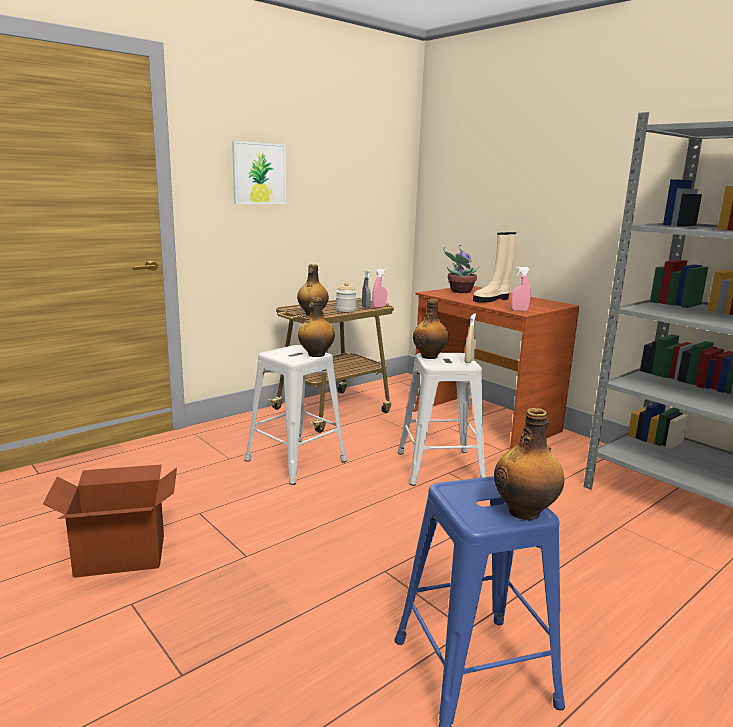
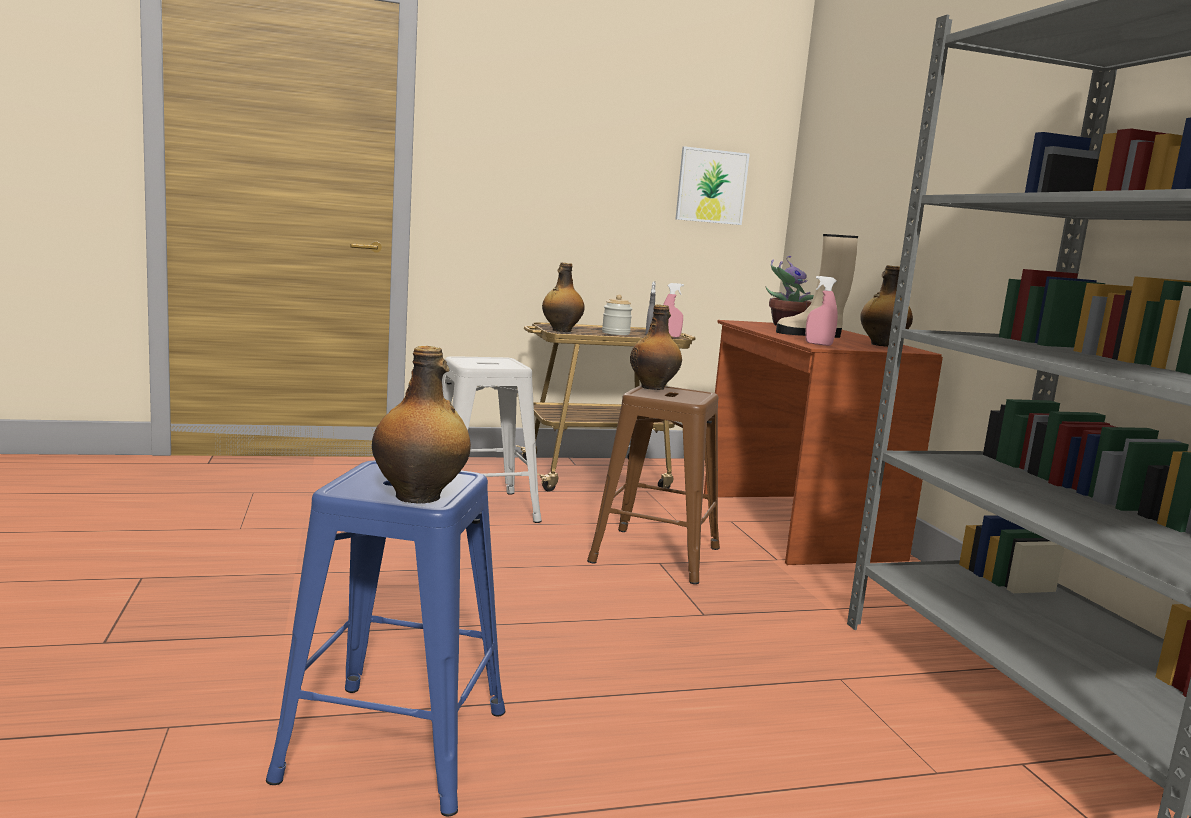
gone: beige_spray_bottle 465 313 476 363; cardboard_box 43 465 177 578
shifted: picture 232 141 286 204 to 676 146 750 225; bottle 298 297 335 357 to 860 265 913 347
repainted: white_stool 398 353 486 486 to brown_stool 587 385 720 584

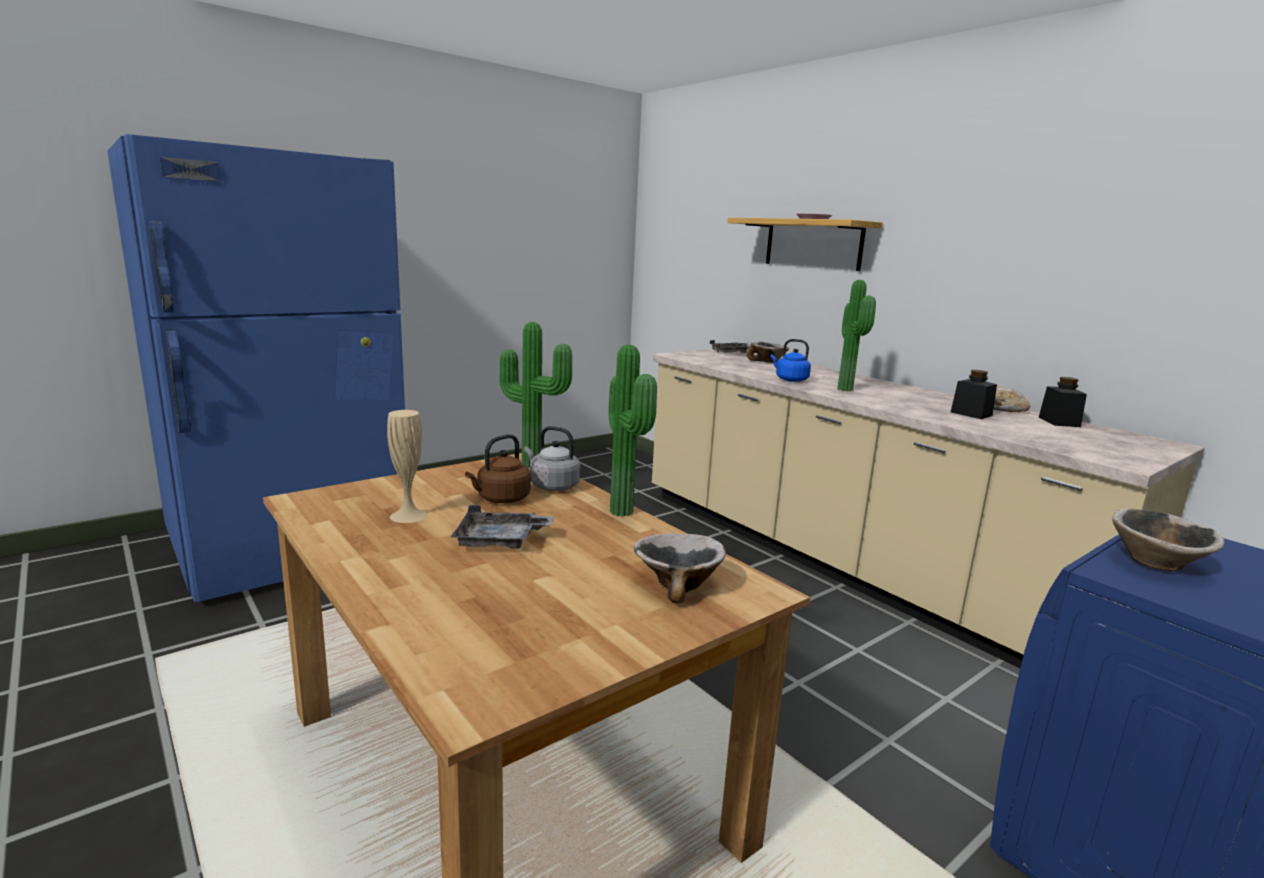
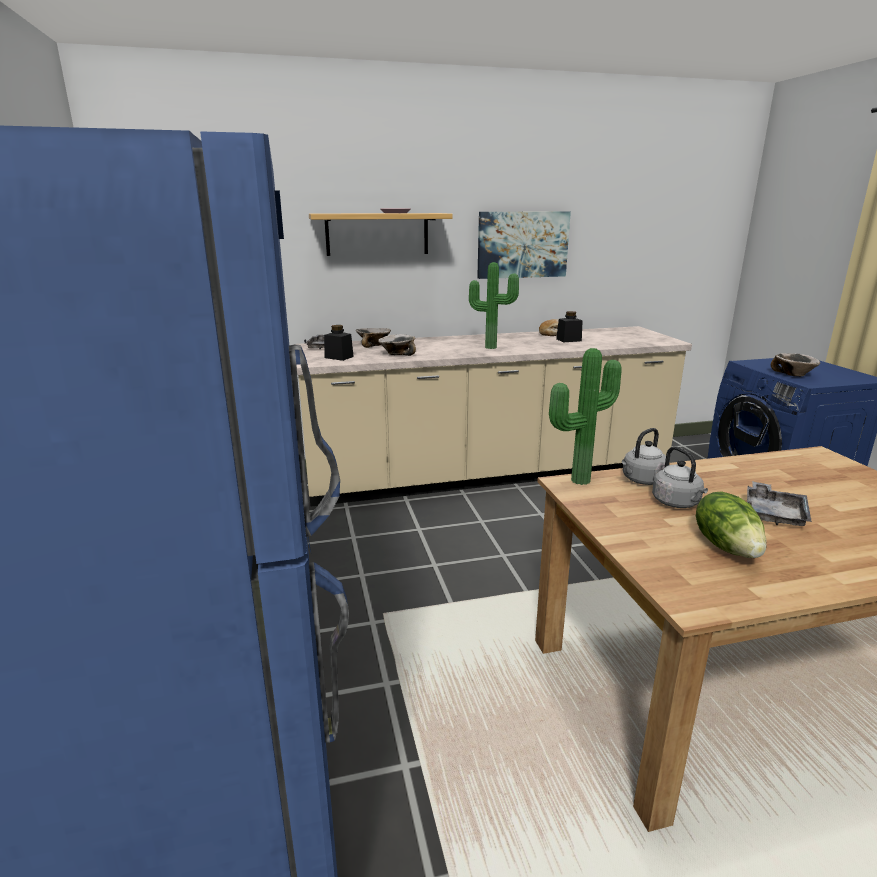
gone: blue_kettle 771 339 811 382; potted_plant 608 345 657 517
new: picture 477 212 571 279
shifted: black_jar 1038 377 1087 427 to 324 325 354 361; bowl 633 533 726 604 to 378 334 416 356
swapped: beige_vase 387 410 427 523 to lettuce 696 491 767 558
repainted: brown_kettle 465 434 531 503 to grey_kettle 652 446 708 508

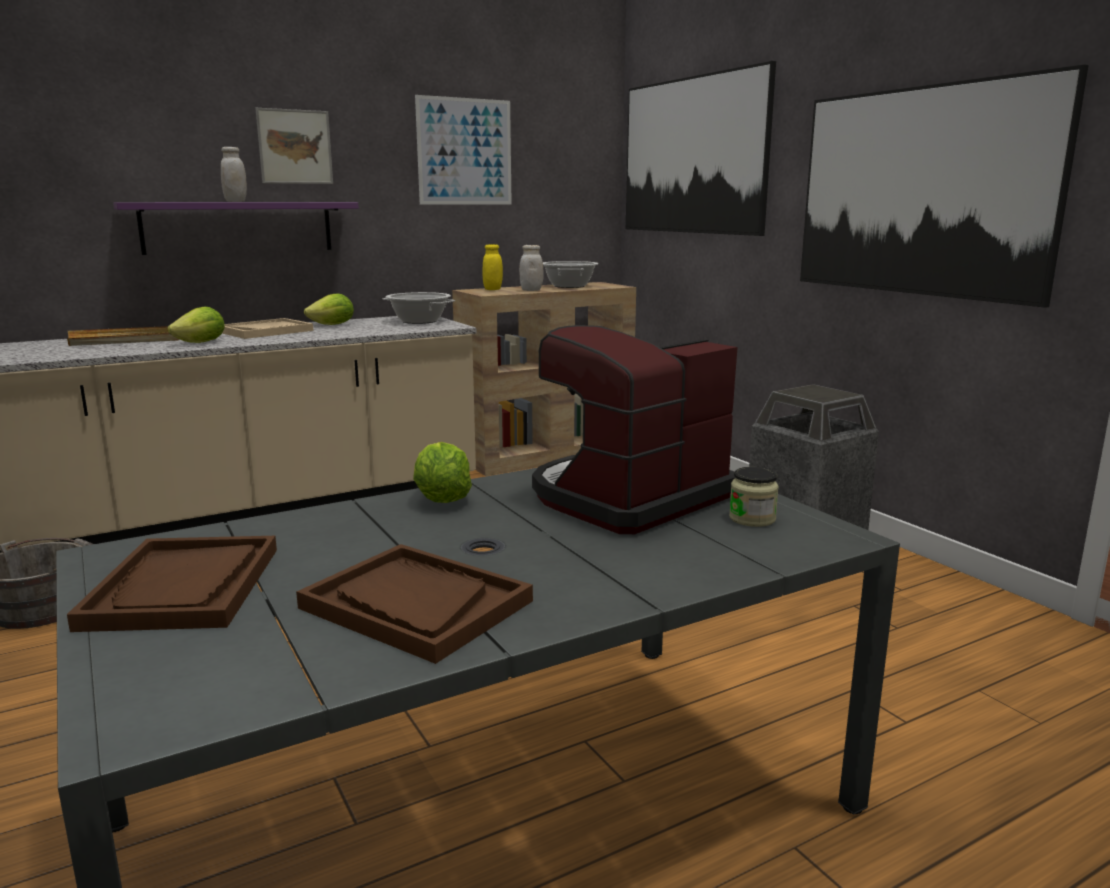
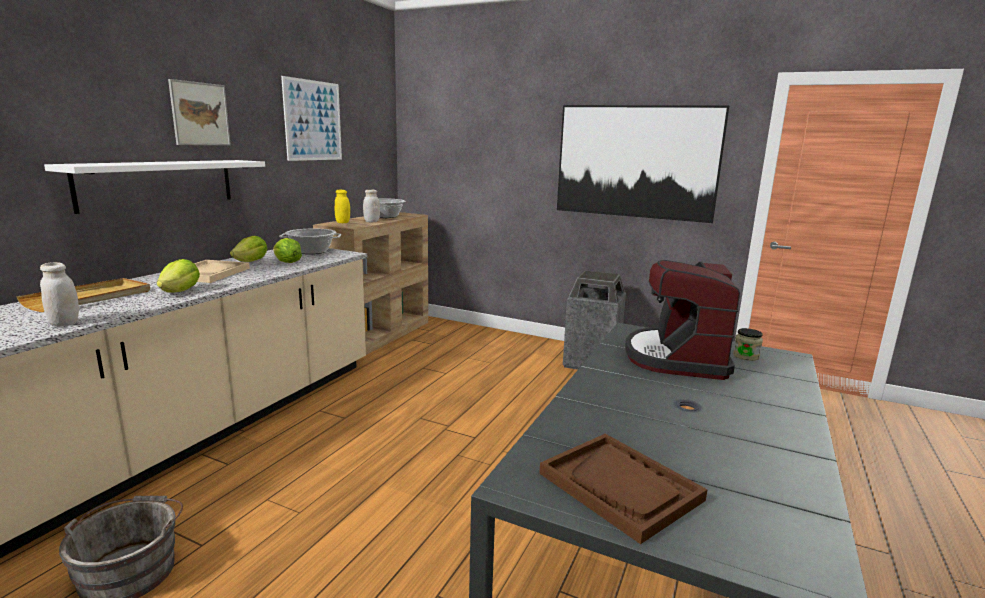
gone: picture 626 61 776 236; brown_tray 296 544 533 664
shifted: white_jar 221 147 247 202 to 40 262 79 326; lettuce 413 442 472 503 to 273 238 302 263
repainted: purple_shelf 113 202 359 255 to white_shelf 44 160 265 214

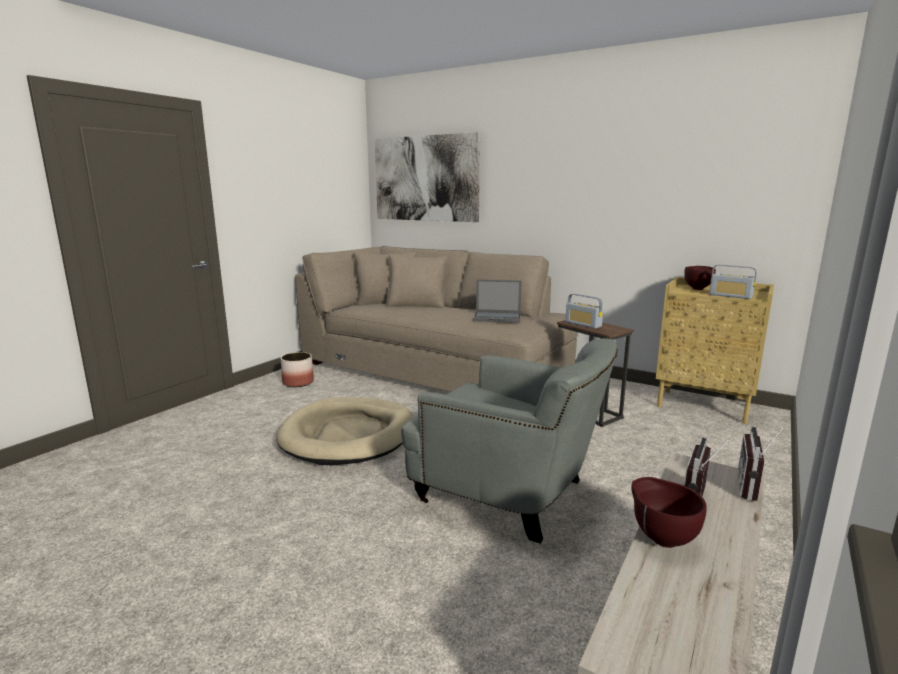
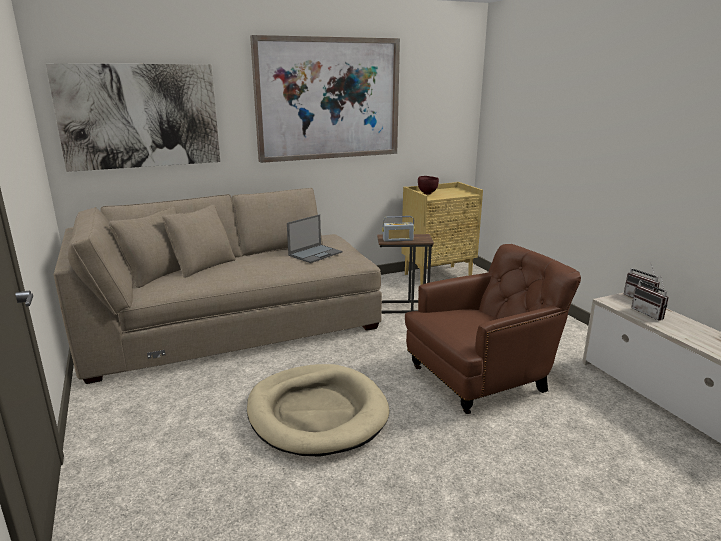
gone: radio 709 265 757 299; planter 281 352 314 387; brown_bowl 631 477 706 548
new: picture 250 35 400 163
repainted: grey_armchair 401 338 618 543 to brown_armchair 405 244 581 414

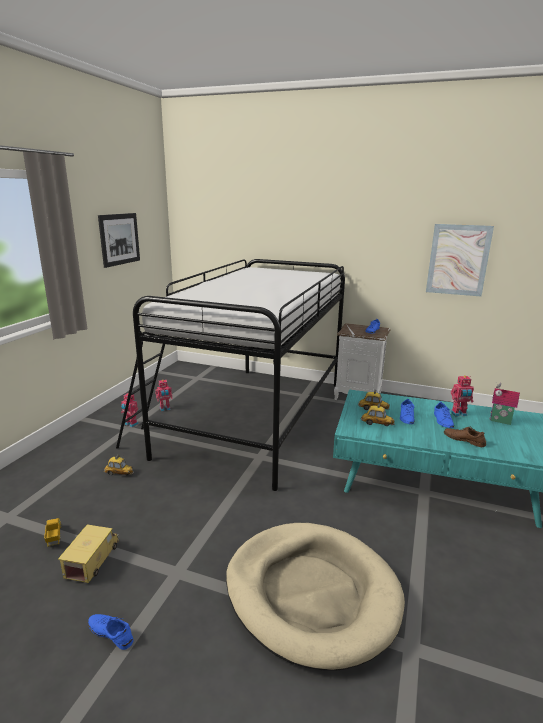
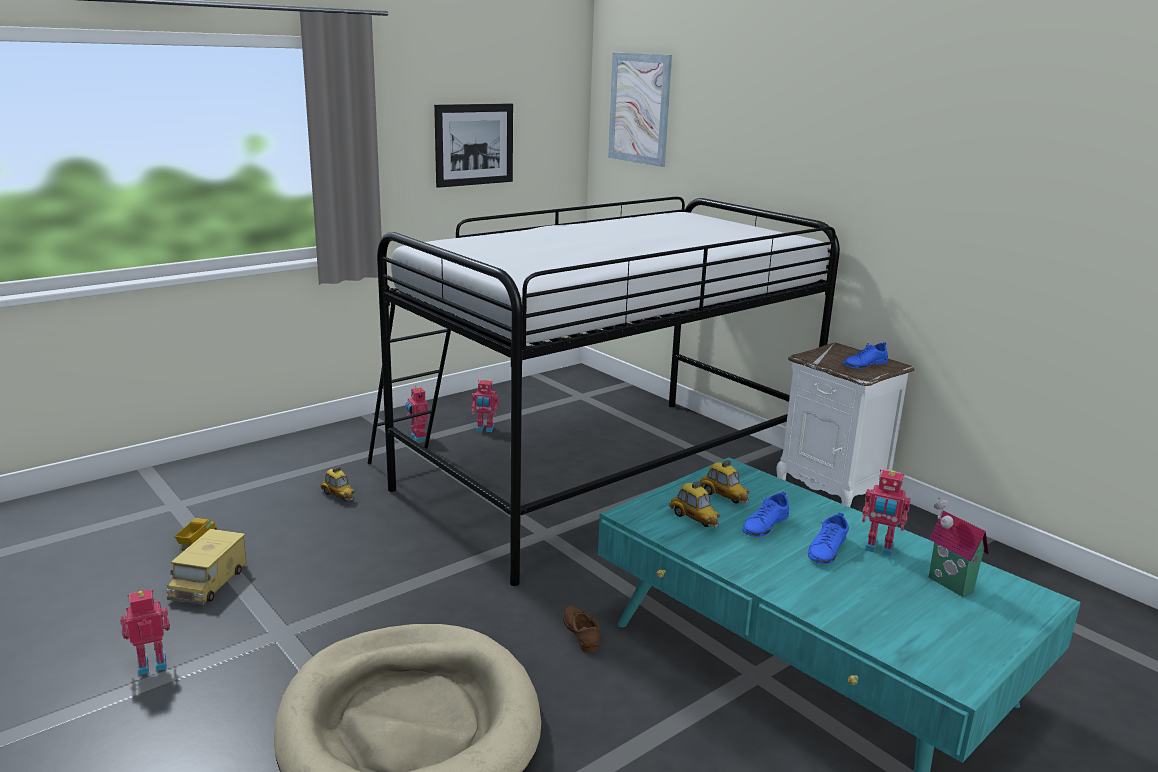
shifted: picture 426 224 494 296 to 608 53 672 167; brown_shoe 444 427 486 447 to 563 606 600 652
swapped: blue_shoe 88 614 134 650 to toy_robot 120 589 170 675
rotated: toy_truck 58 524 119 583 = 166 529 247 605 150 degrees clockwise

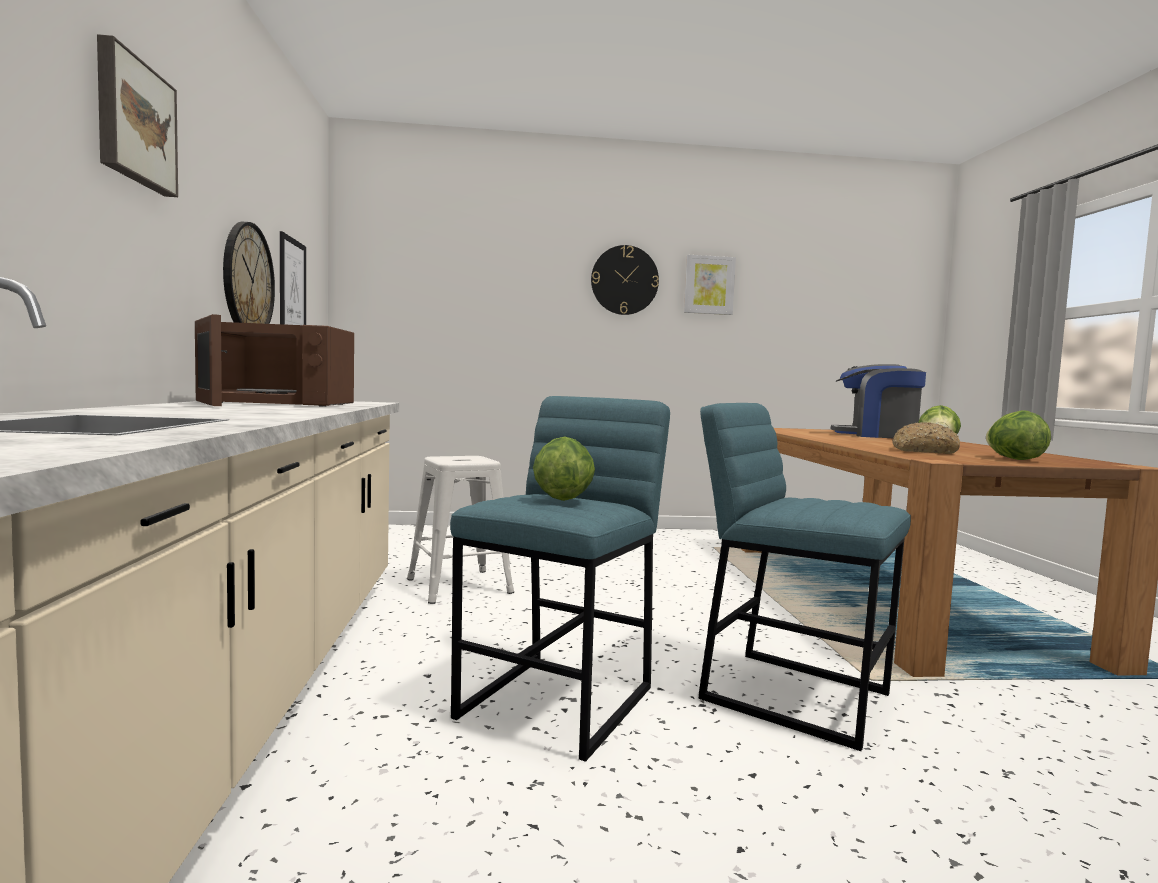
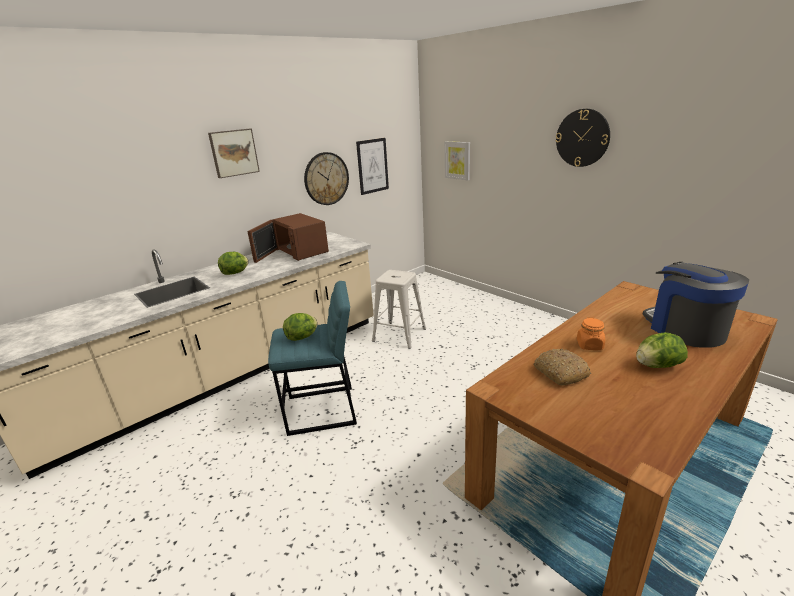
gone: blue_stool 699 403 911 751
new: orange_jar 577 317 605 350
shifted: picture 684 255 736 315 to 444 141 470 180; lettuce 986 410 1051 460 to 218 252 249 275

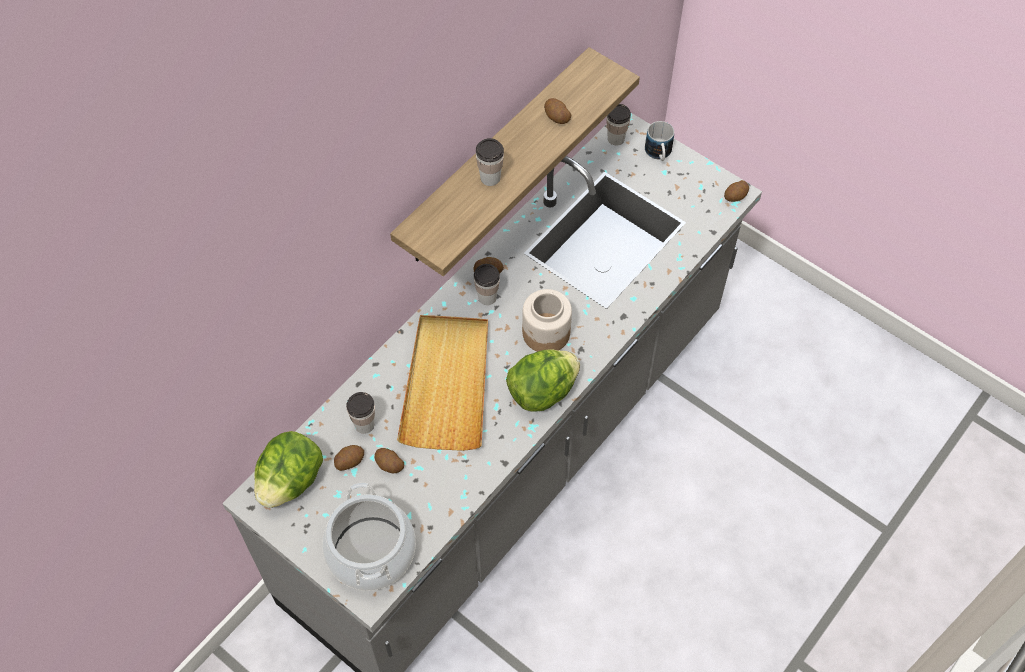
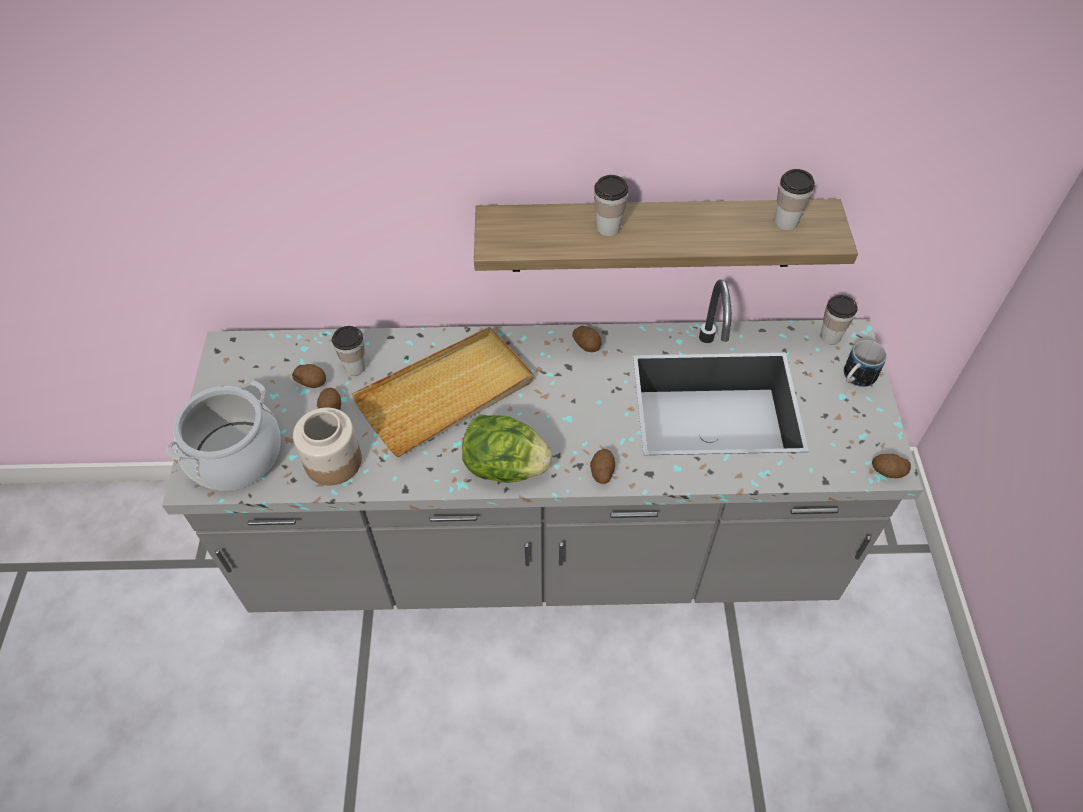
gone: lettuce 254 431 323 508
shifted: potato 544 98 571 124 to 590 449 615 484; cup 474 264 500 305 to 774 169 815 230; jar 522 289 572 352 to 293 407 362 485

